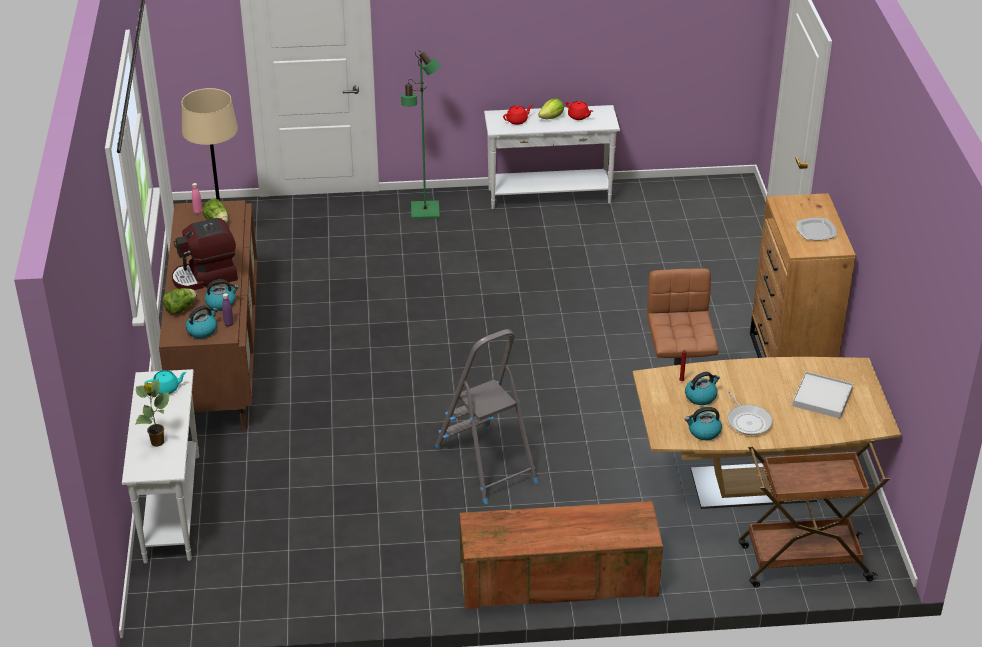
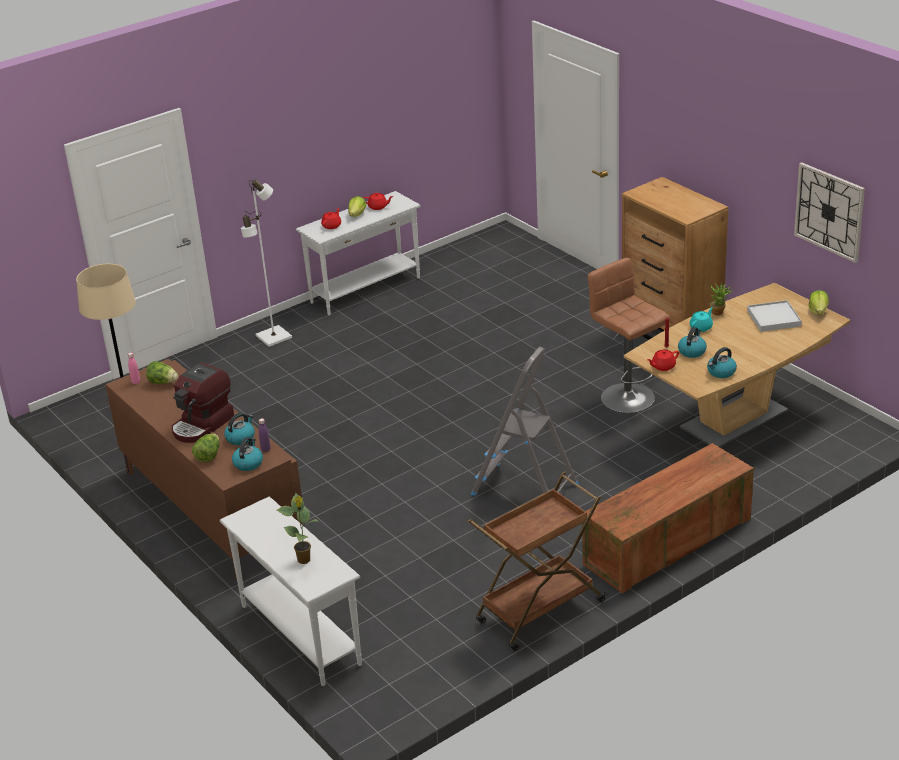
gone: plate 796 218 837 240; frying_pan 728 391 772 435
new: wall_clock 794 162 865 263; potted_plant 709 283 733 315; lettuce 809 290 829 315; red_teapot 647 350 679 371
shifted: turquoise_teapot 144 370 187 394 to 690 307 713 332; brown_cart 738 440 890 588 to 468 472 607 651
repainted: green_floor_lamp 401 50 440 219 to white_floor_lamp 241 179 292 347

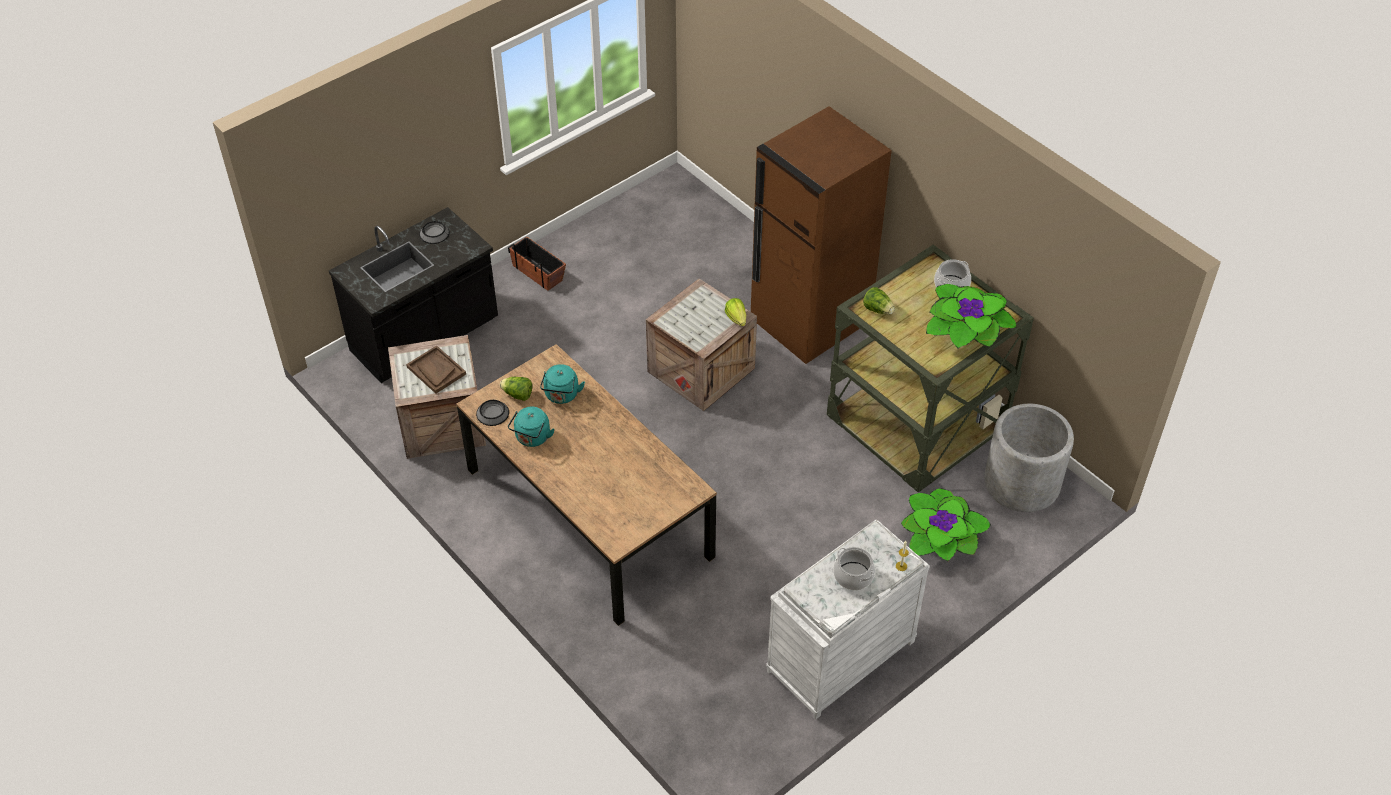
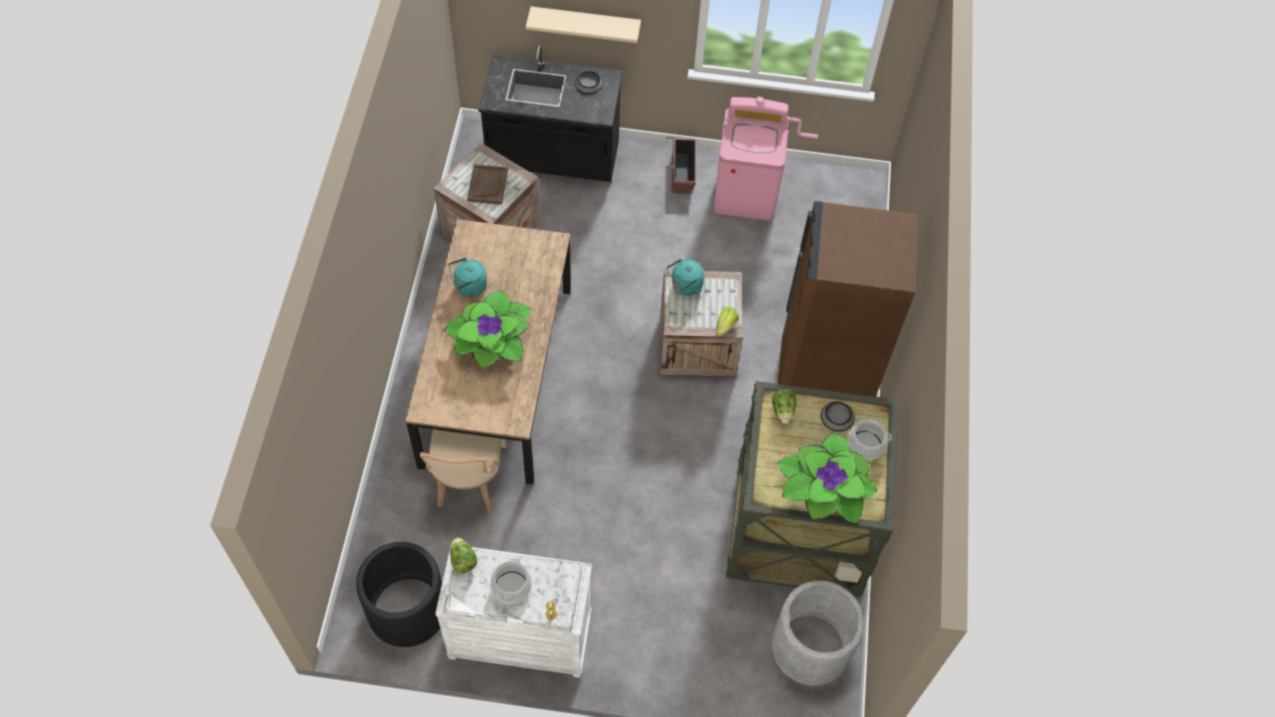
new: beige_shelf 526 6 641 43; pink_washing_machine 713 97 818 220; beige_chair 420 429 508 512; black_planter 356 542 442 647
shifted: turquoise_kettle 540 364 585 404 to 666 259 704 296; lettuce 500 377 533 401 to 450 538 477 574; bowl 476 400 509 426 to 821 401 855 432; potted_plant 901 489 991 561 to 445 291 531 368

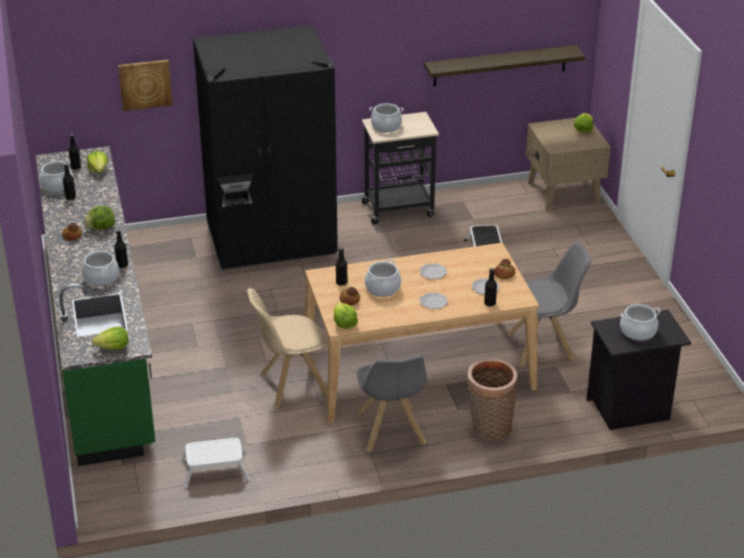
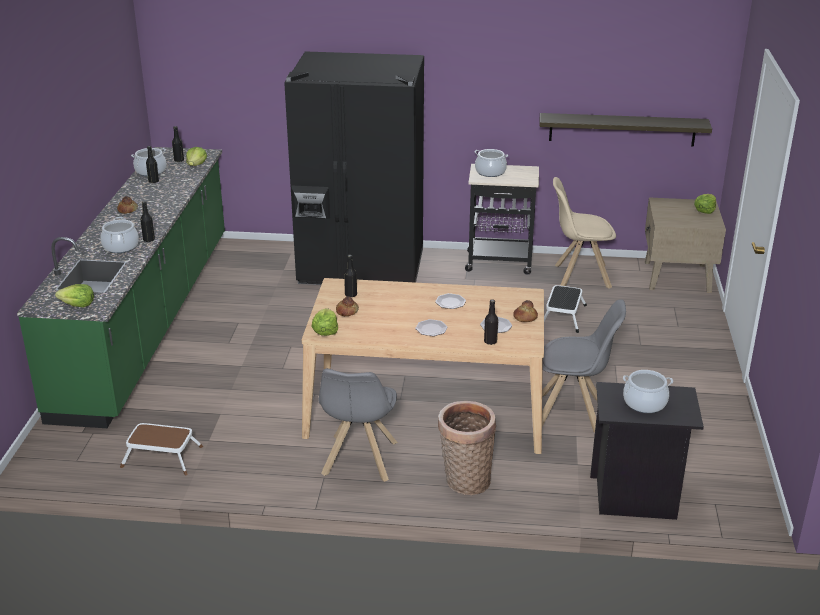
gone: picture 118 60 173 111; lettuce 84 206 115 230; cooking_pot 365 259 401 297
shifted: beige_chair 247 288 327 408 to 553 177 616 289
repainted: white_step_ladder 181 438 250 489 to brown_step_ladder 120 423 203 476

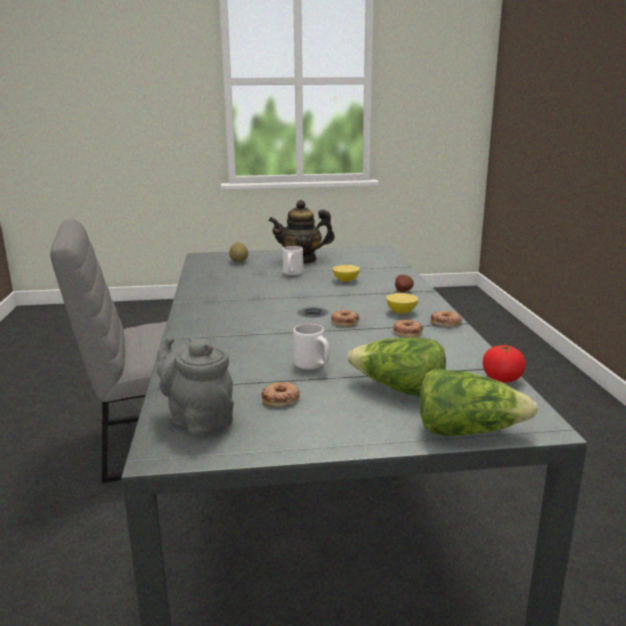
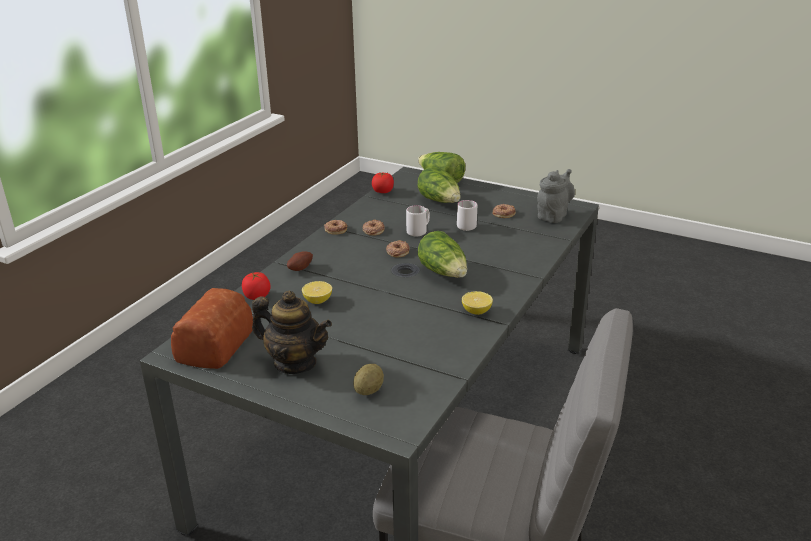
new: lettuce 418 231 467 278; tomato 242 272 270 300; bread 171 288 253 369
shifted: white_mug 283 246 303 275 to 406 205 430 236; lemon 386 293 418 314 to 462 291 493 315
rotated: grey_teapot 157 336 234 437 = 537 169 575 223 135 degrees counterclockwise

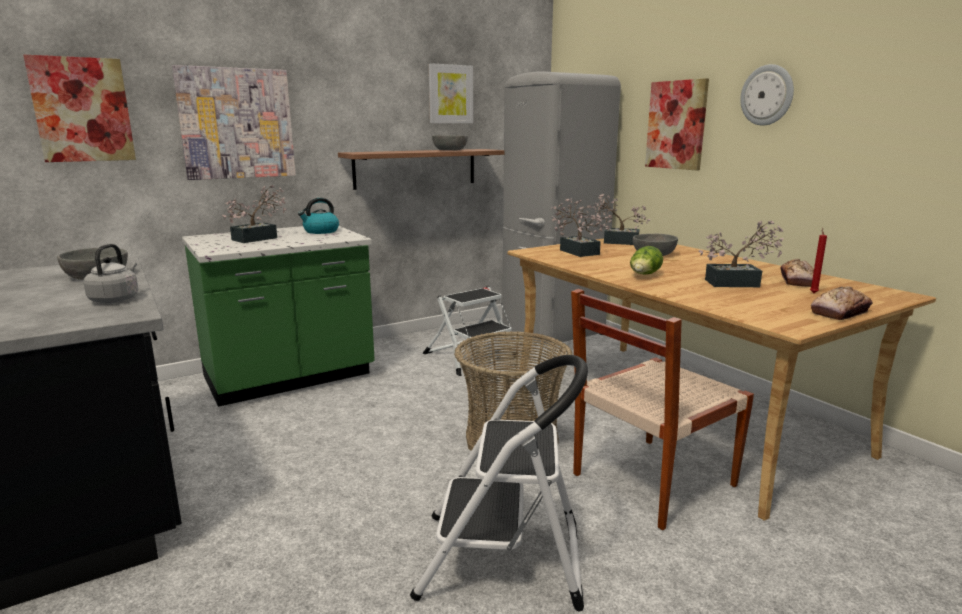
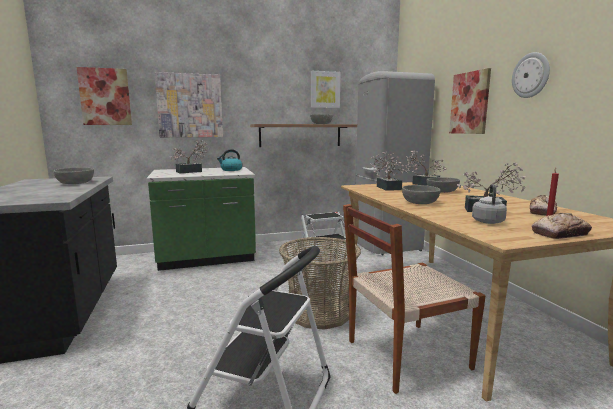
shifted: grey_kettle 83 244 138 303 to 472 184 507 224
swapped: lettuce 630 246 663 274 to grey_bowl 402 185 441 204

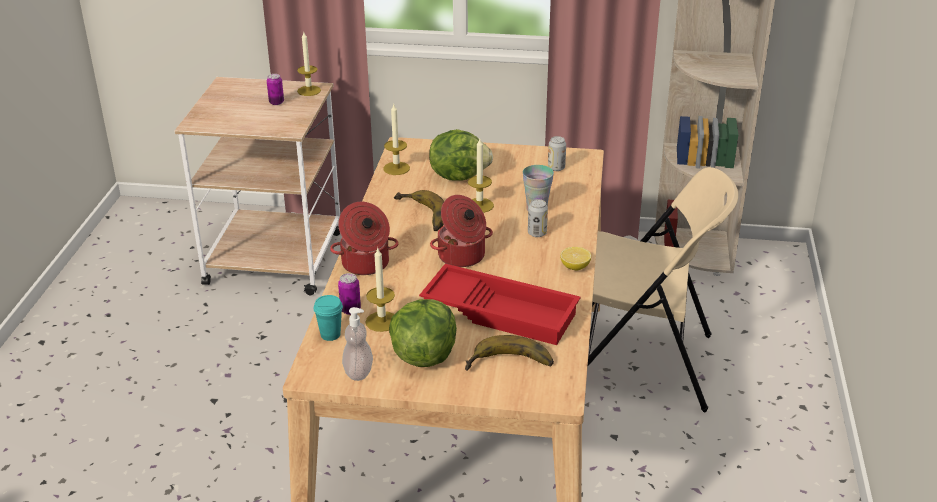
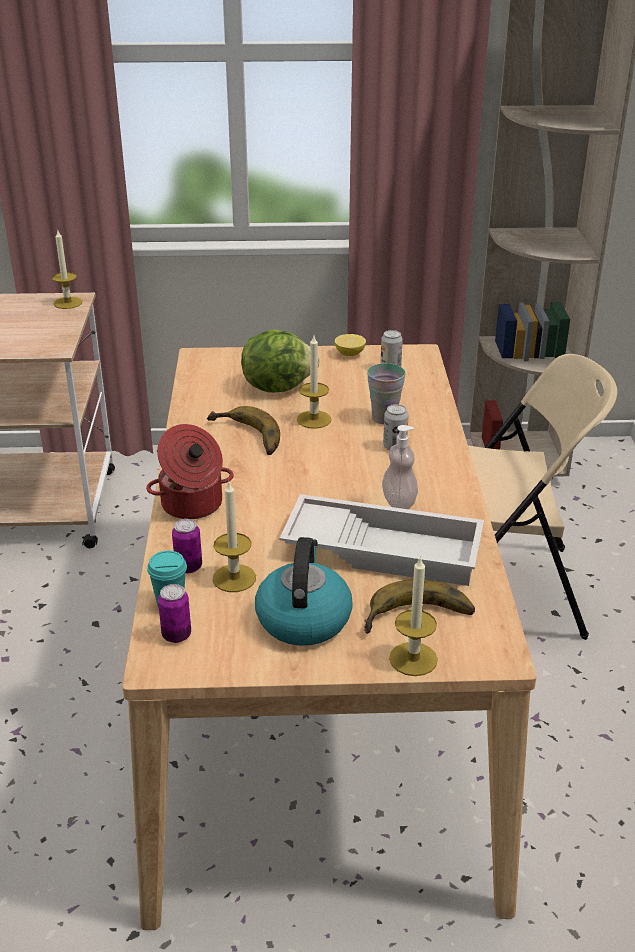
gone: cooking_pot 430 195 493 267
shifted: can 267 74 284 105 to 158 584 191 643; candle 383 104 410 175 to 389 556 438 676; lemon 560 247 591 270 to 335 334 366 356; soap_dispenser 342 307 373 381 to 382 425 418 509
swapped: lettuce 389 299 457 367 to kettle 255 537 353 646
repainted: red_tray 419 264 581 345 to white_tray 280 494 484 586

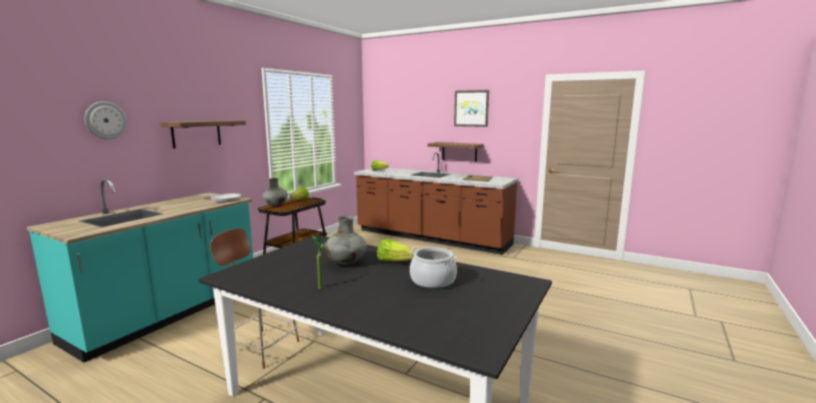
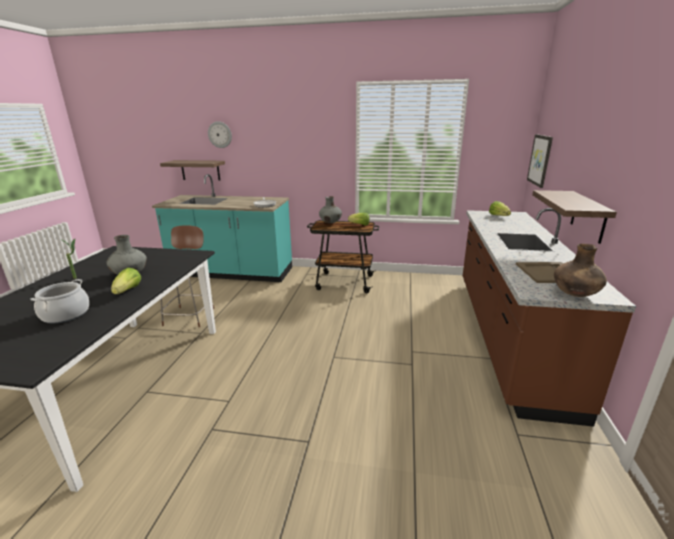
new: brown_vase 554 244 607 297
shifted: picture 454 90 489 127 to 527 134 553 188; shelf 160 120 246 148 to 160 160 225 181

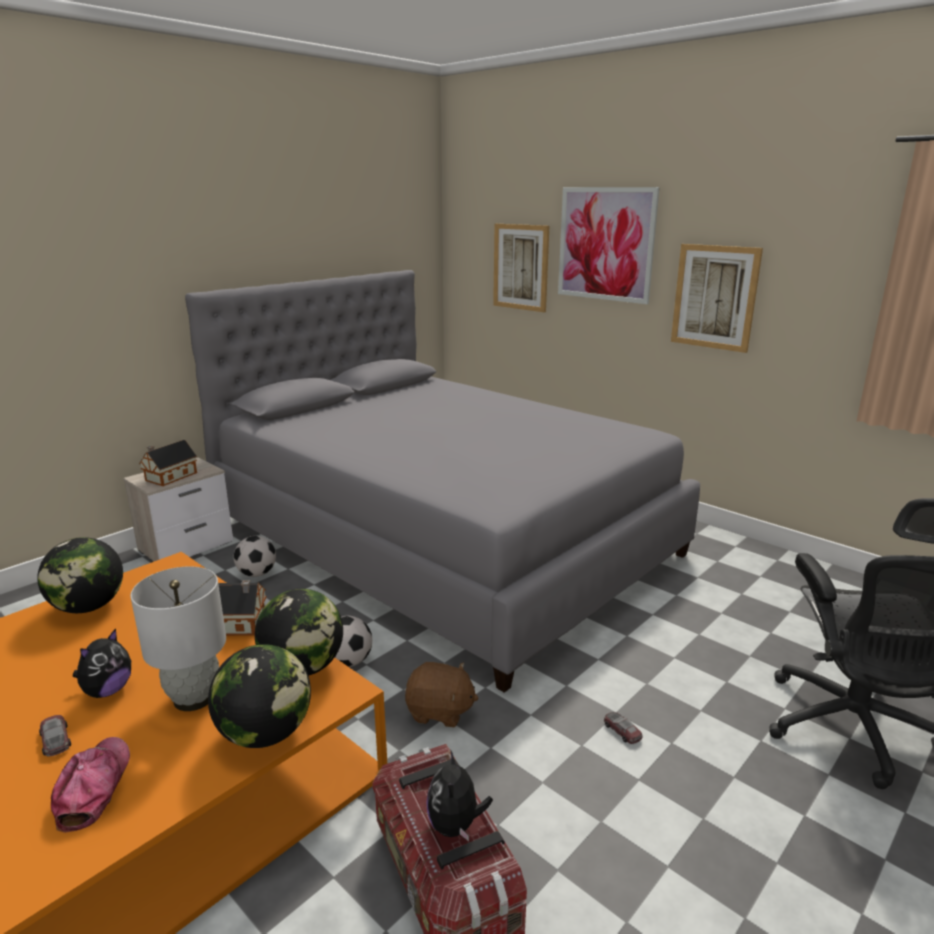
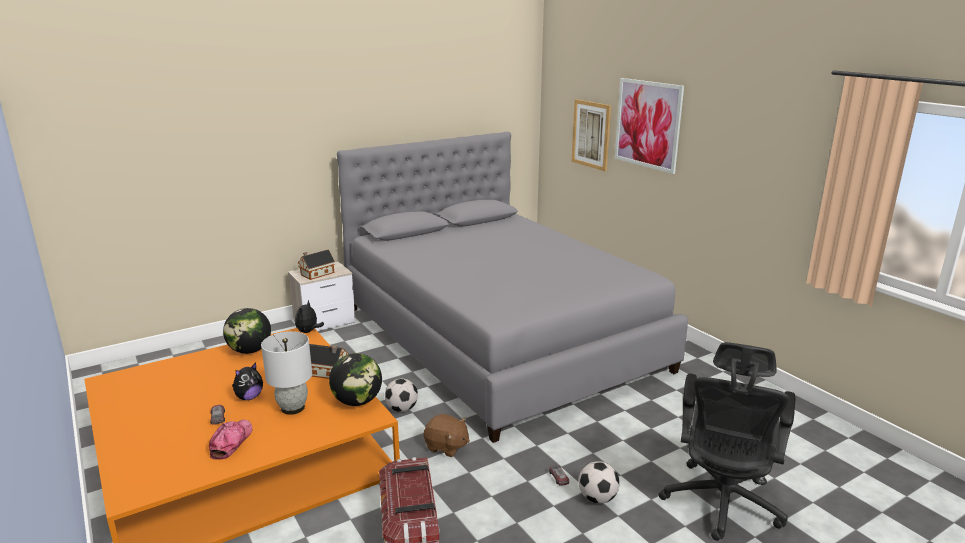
gone: picture 671 244 763 353; globe 208 644 311 748
shifted: football 234 536 276 577 to 578 461 619 504; plush_toy 426 751 493 841 to 295 300 324 333

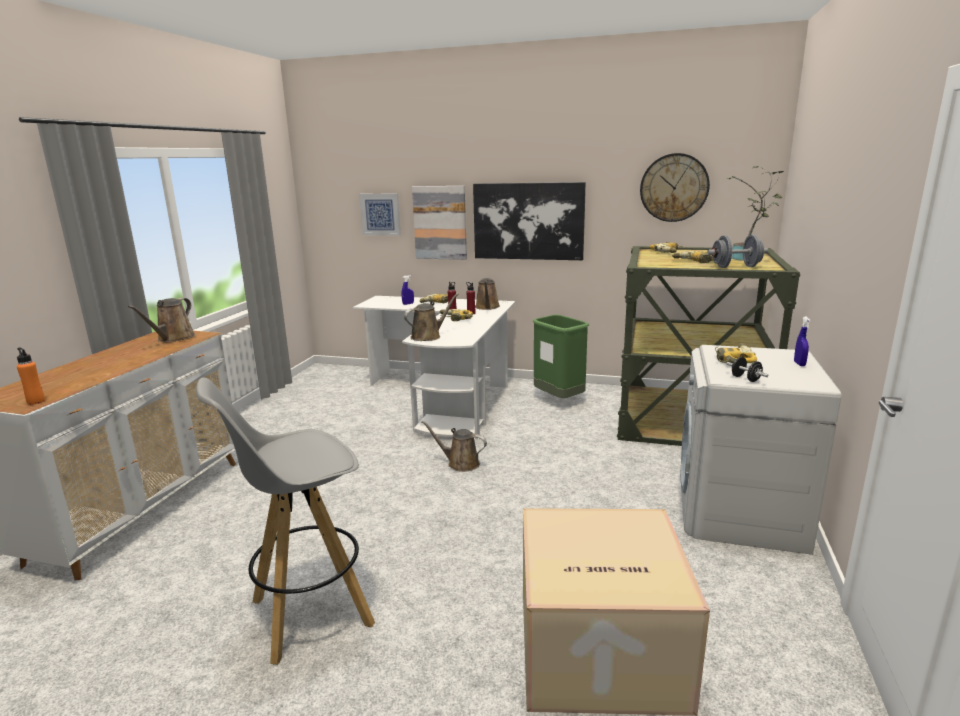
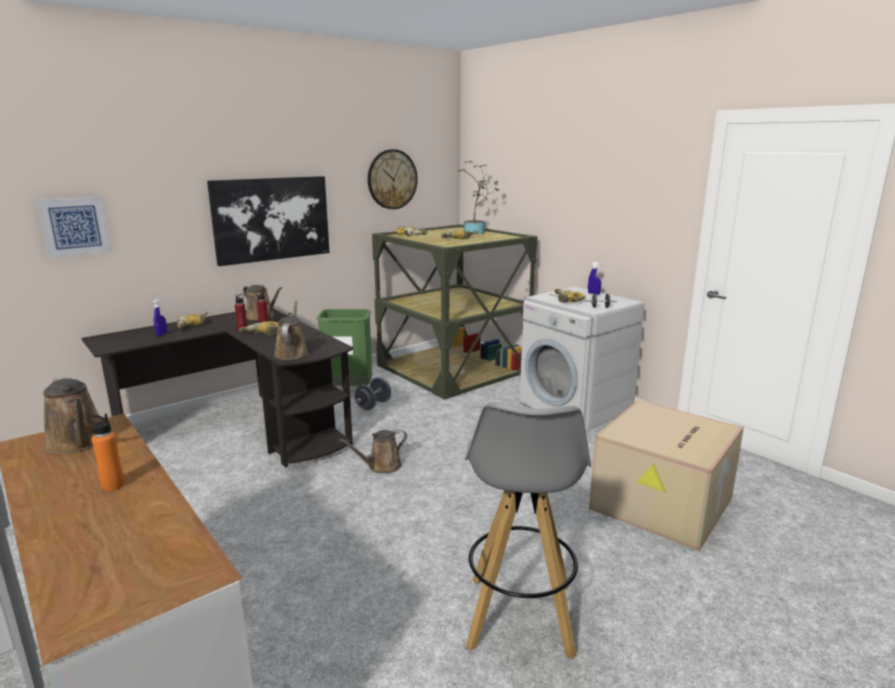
gone: picture 412 186 467 260
shifted: grey_dumbbell 707 235 768 268 to 354 377 391 410; orange_bottle 17 347 45 405 to 87 414 125 491
repainted: white_desk 353 296 515 439 to black_desk 81 308 354 468

